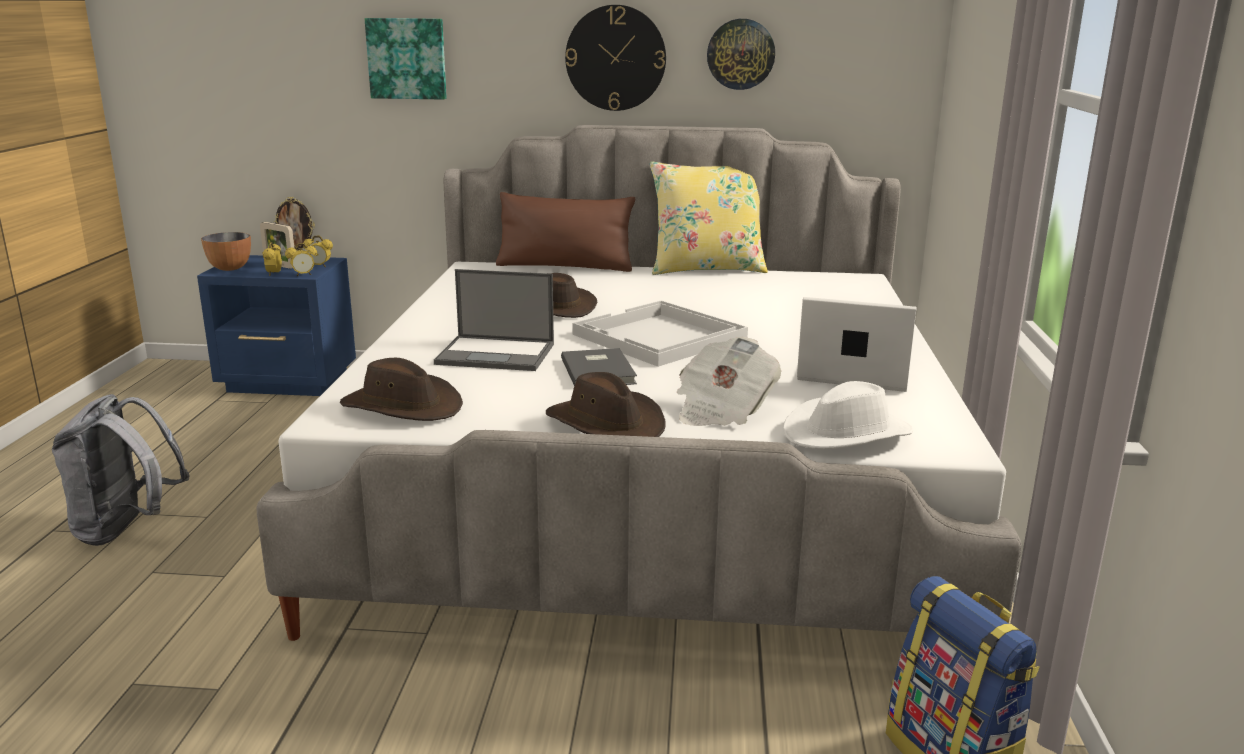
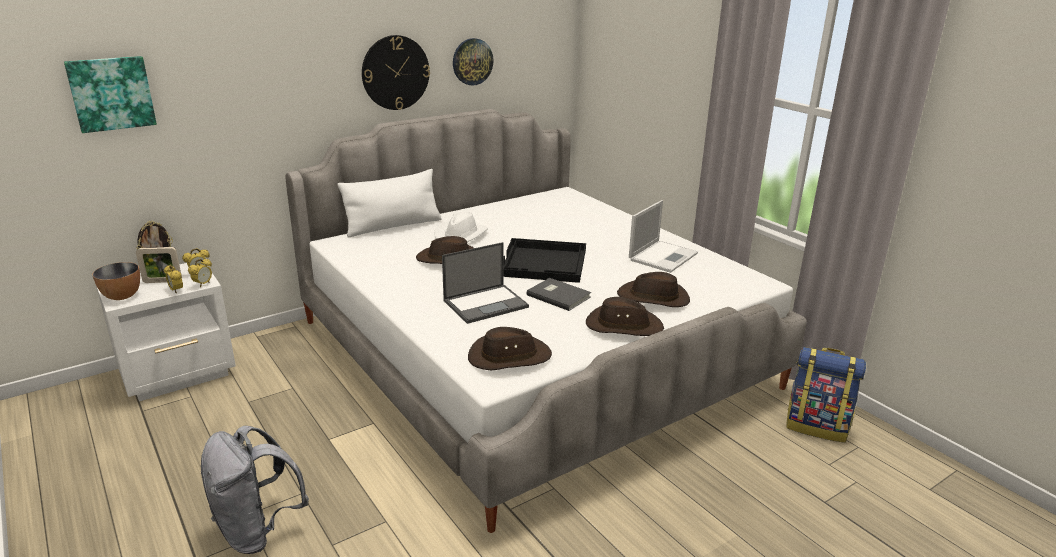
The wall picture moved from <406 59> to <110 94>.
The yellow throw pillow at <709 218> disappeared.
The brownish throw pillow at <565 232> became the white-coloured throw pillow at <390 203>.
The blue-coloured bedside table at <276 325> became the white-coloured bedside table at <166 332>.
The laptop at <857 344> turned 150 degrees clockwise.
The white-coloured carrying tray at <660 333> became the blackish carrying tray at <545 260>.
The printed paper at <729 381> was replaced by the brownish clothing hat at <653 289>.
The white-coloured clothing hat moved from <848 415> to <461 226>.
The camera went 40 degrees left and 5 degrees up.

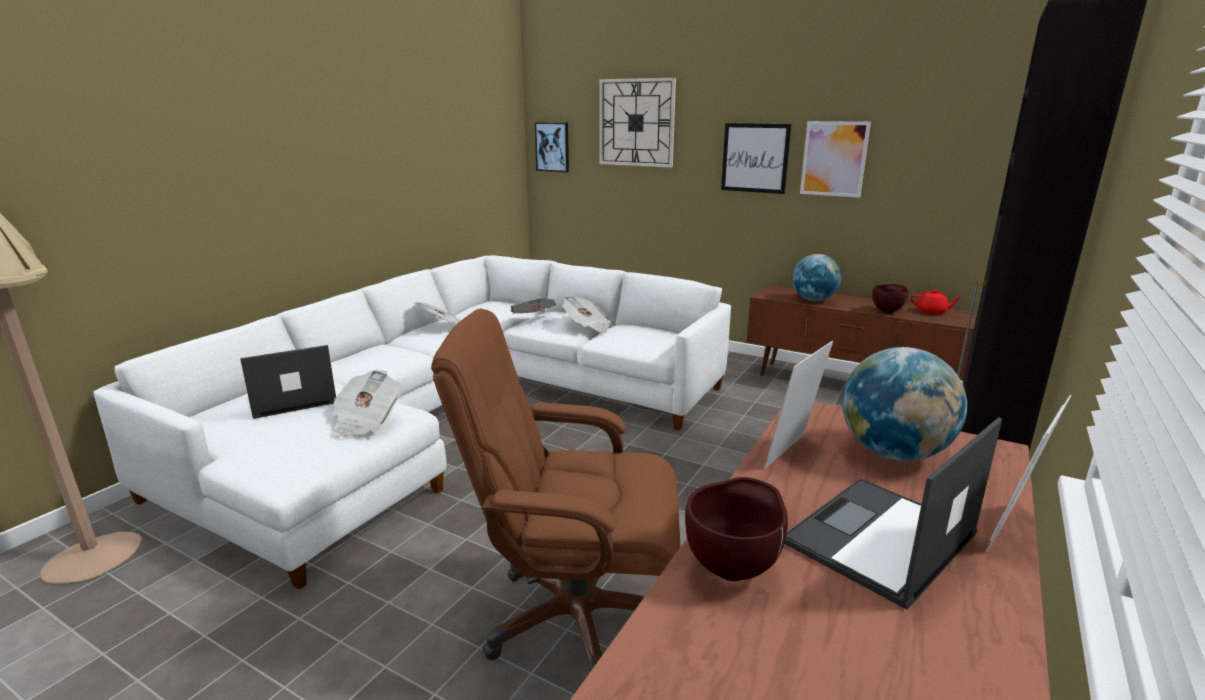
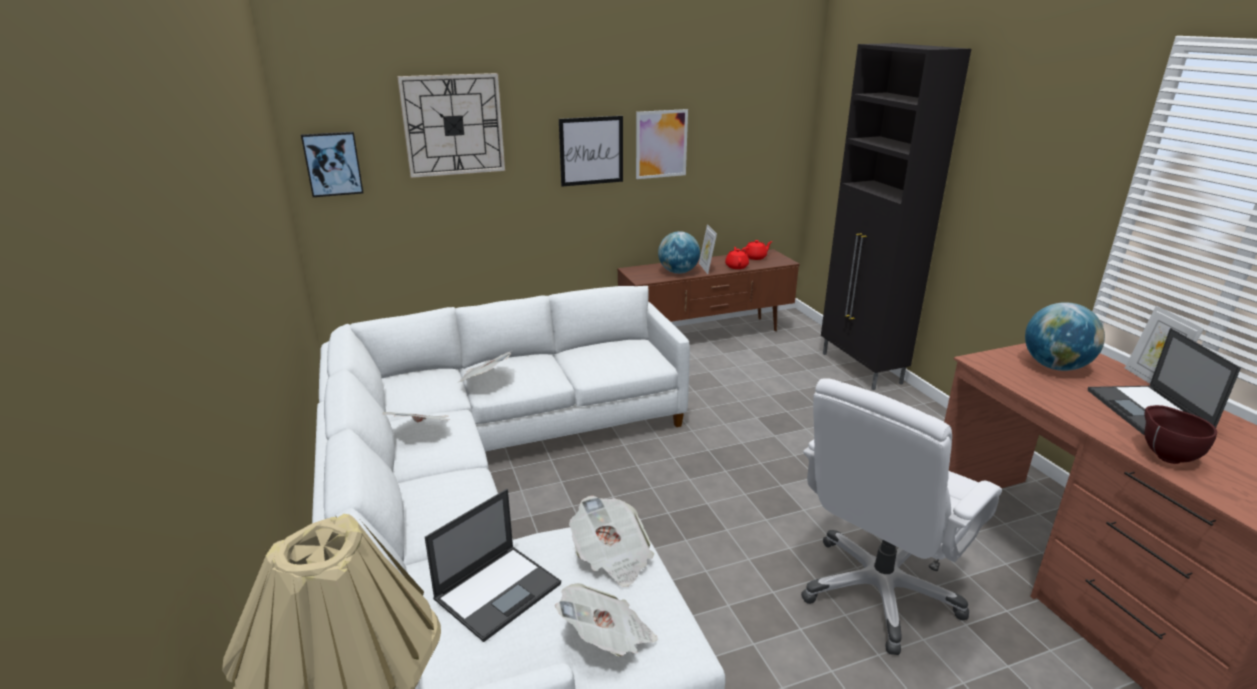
The brownish bowl at <890 299> was replaced by the reddish tea pot at <737 258>.
The printed paper moved from <586 314> to <606 620>.
The brownish desk chair at <555 490> became the white-coloured desk chair at <901 516>.
The standing frame moved from <798 405> to <708 249>.
The laptop at <288 382> turned 150 degrees counterclockwise.
The camera went 50 degrees left and 5 degrees up.

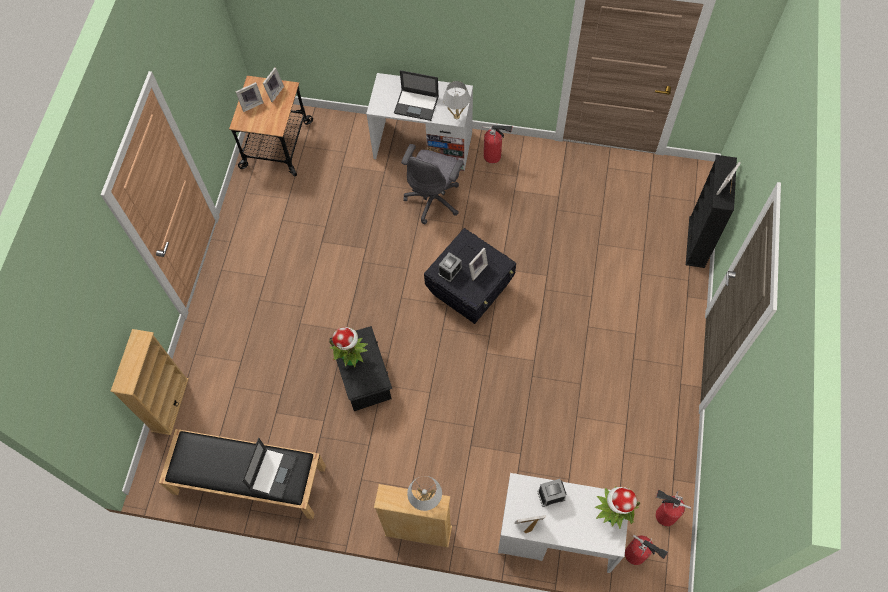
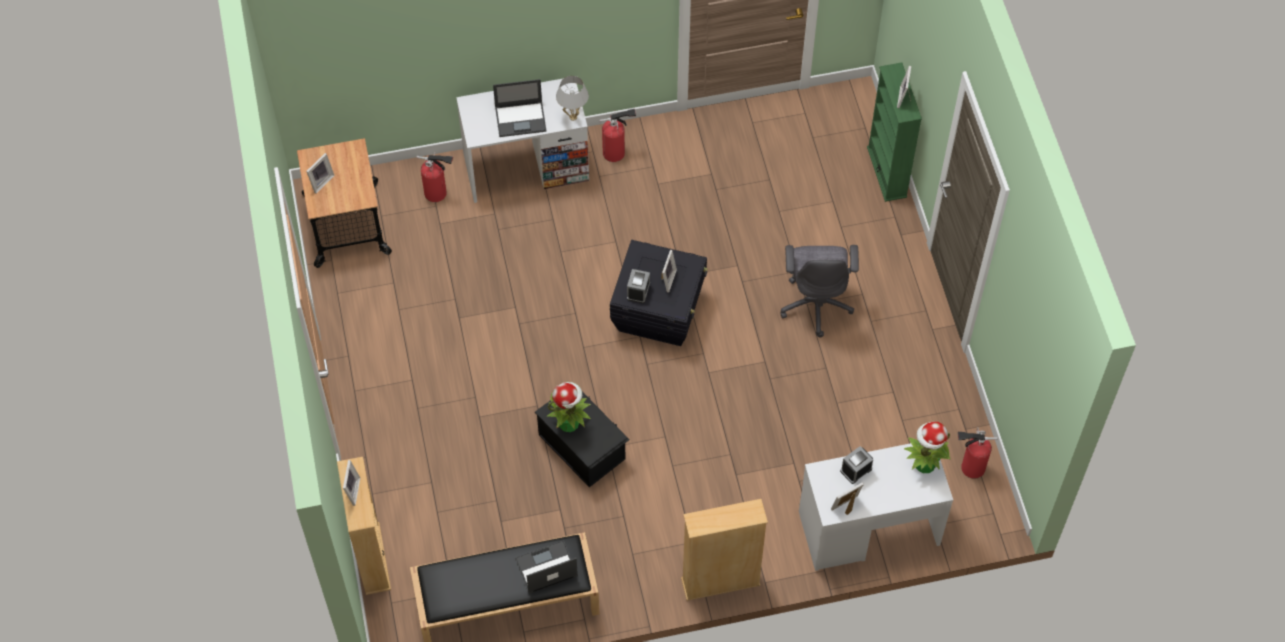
The standing frame moved from <273 85> to <351 483>.
The gray desk chair moved from <432 184> to <819 291>.
The blackish bookshelf at <711 211> became the greenish bookshelf at <894 132>.
The laptop at <269 468> turned 105 degrees counterclockwise.
The white-coloured tabletop lamp at <424 493> disappeared.
The extinguisher moved from <646 550> to <435 177>.
The camera went 25 degrees left and 5 degrees down.

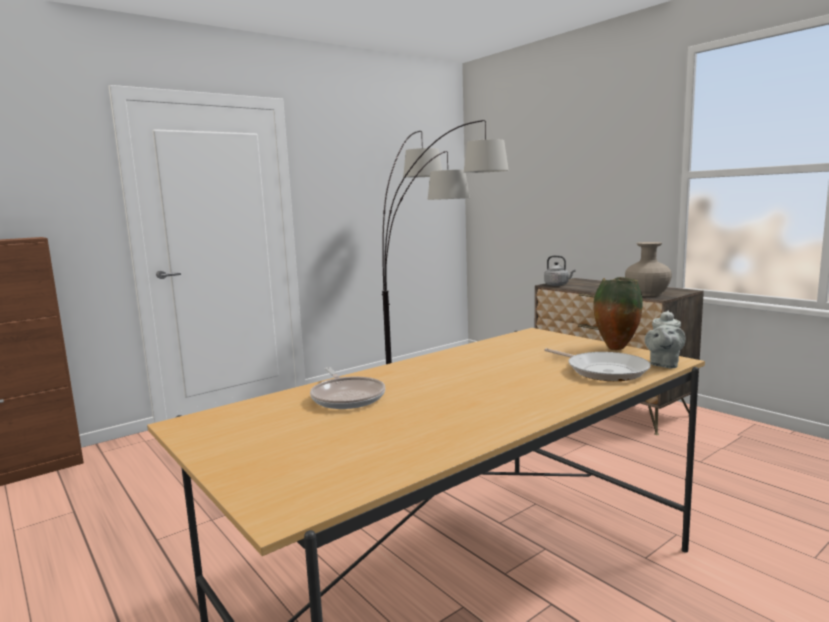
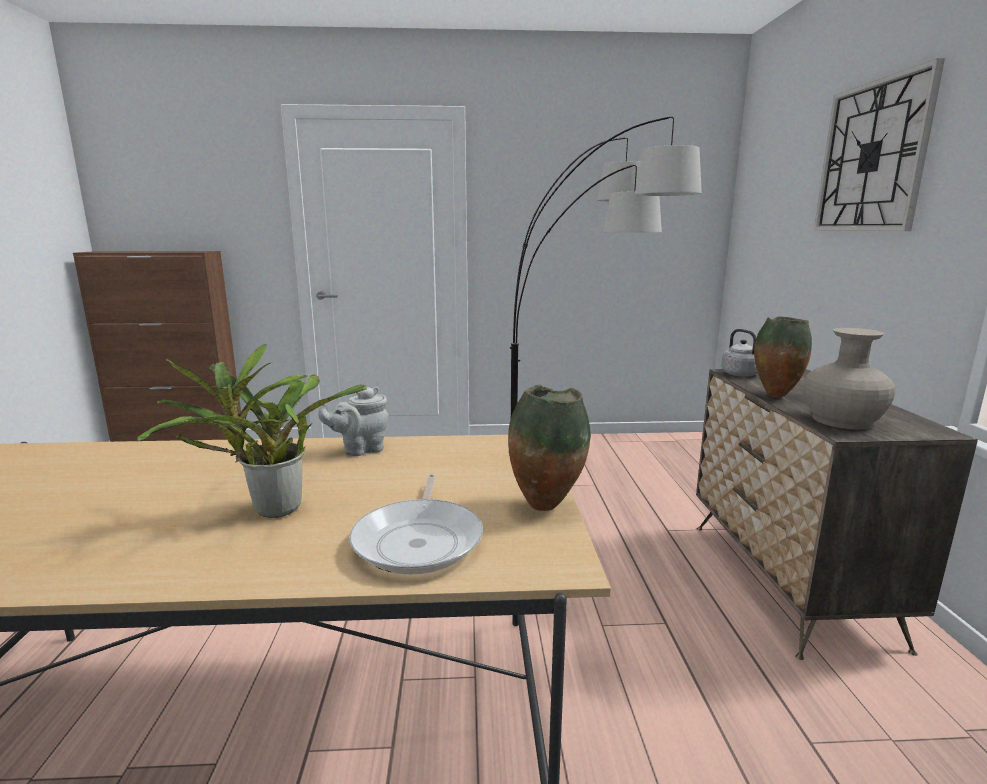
The gray tea pot moved from <665 339> to <353 421>.
The skillet at <347 388> disappeared.
The clock on the wall at <879 144> appeared.
The decorative vase at <783 357> appeared.
The potted plant at <252 430> appeared.
The camera went 35 degrees right and 5 degrees up.

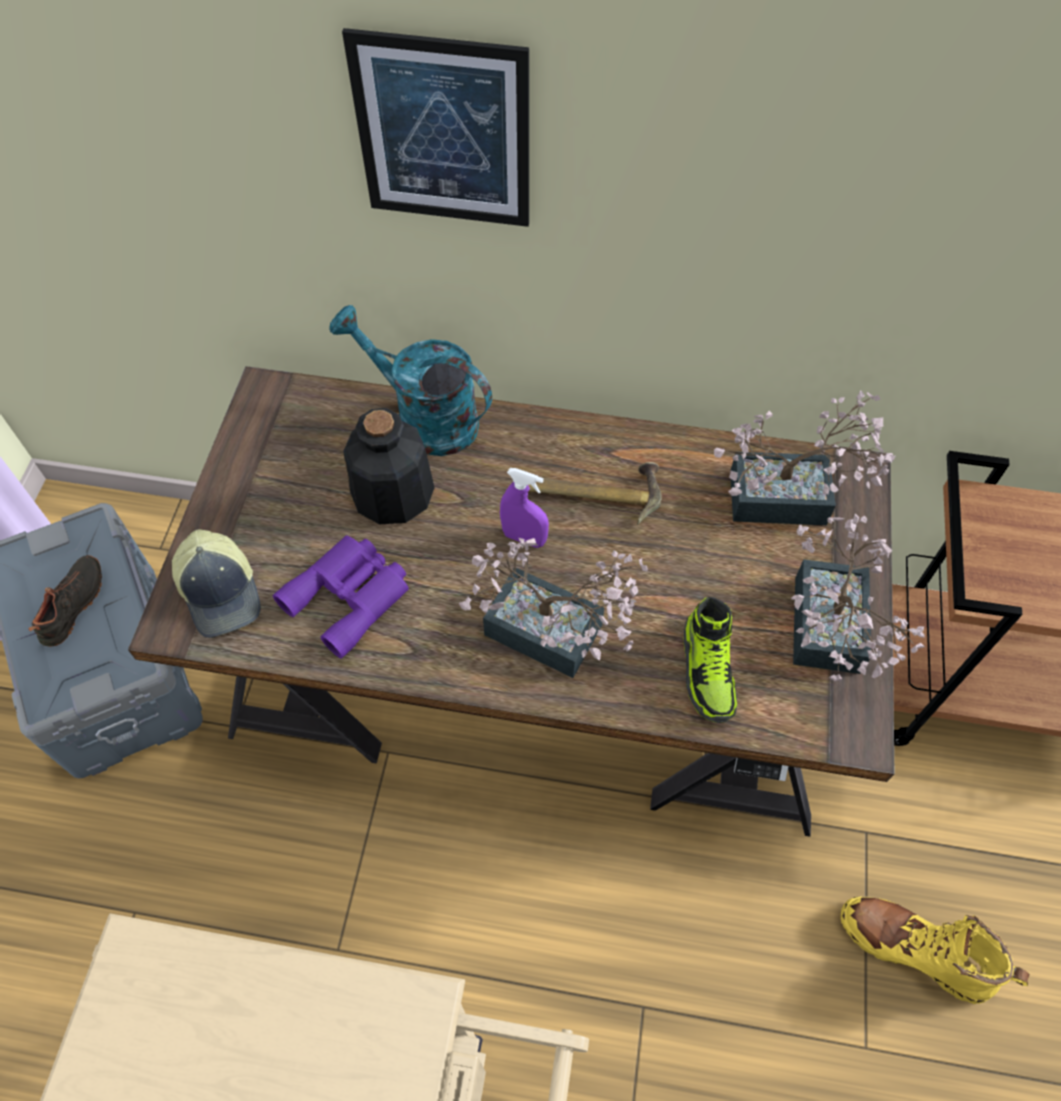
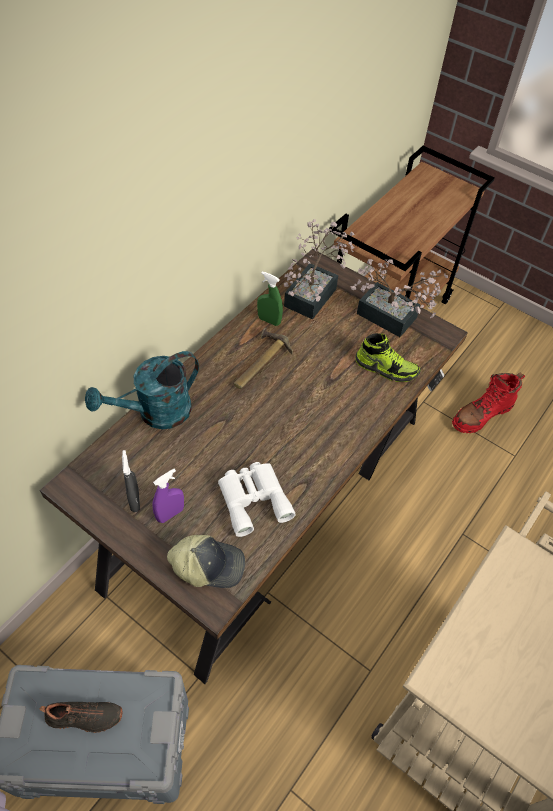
The wall picture at <435 127> disappeared.
The drink bottle at <389 466> disappeared.
The purple-coloured spray bottle moved from <524 508> to <168 495>.
The purple-coloured field glasses at <341 597> became the white-coloured field glasses at <257 499>.
The potted plant at <553 608> disappeared.
The blackish low shoe at <65 601> turned 135 degrees clockwise.
The yellow boot at <935 950> became the reddish boot at <488 403>.
The greenish spray bottle at <270 298> appeared.
The gray spray bottle at <131 481> appeared.
The camera went 65 degrees left and 5 degrees down.

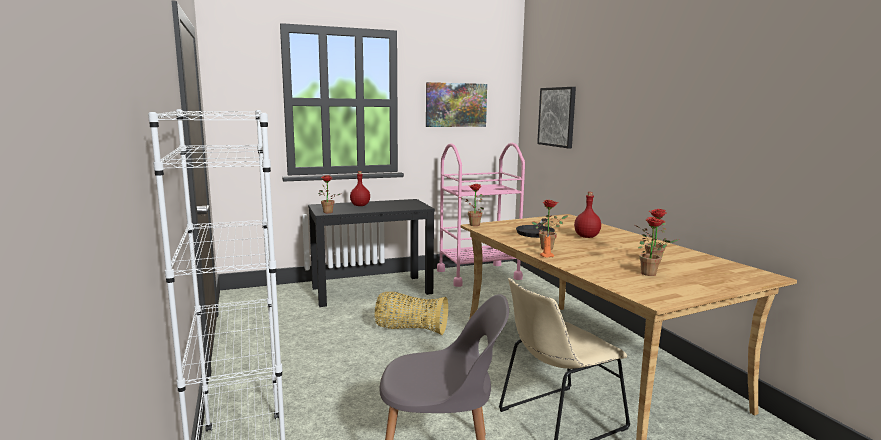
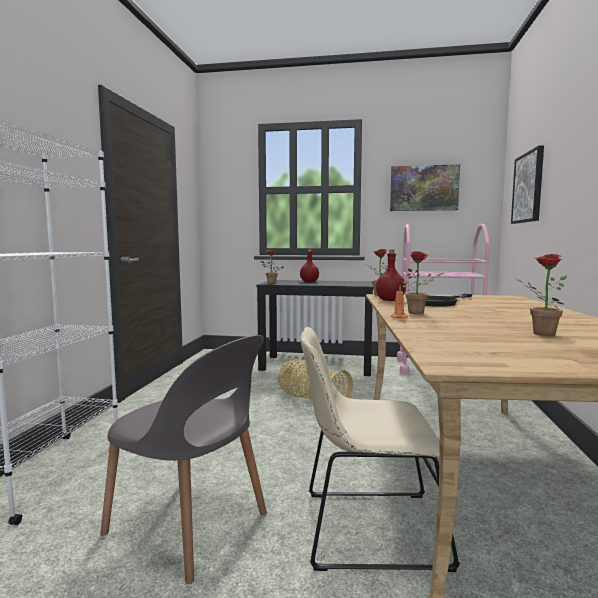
The reddish drink bottle moved from <587 215> to <391 275>.
The potted plant at <658 246> disappeared.
The camera went 30 degrees right and 5 degrees down.

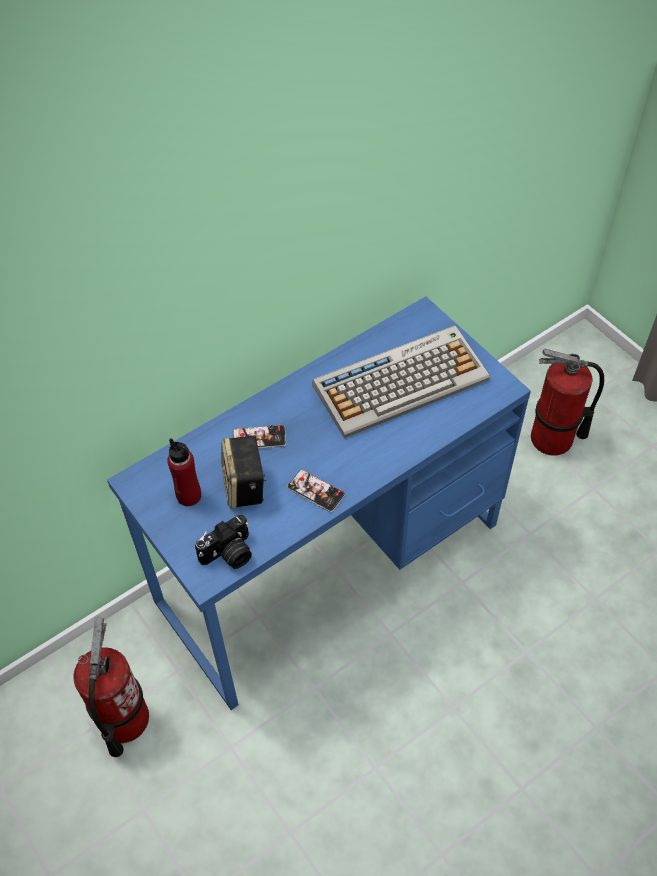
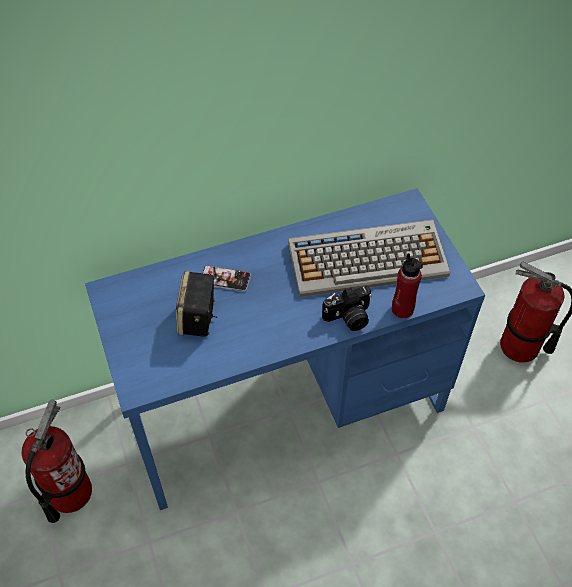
The reddish drink bottle moved from <184 472> to <407 285>.
The telephone at <316 491> disappeared.
The still camera moved from <223 542> to <347 308>.
The camera went 15 degrees right and 0 degrees up.

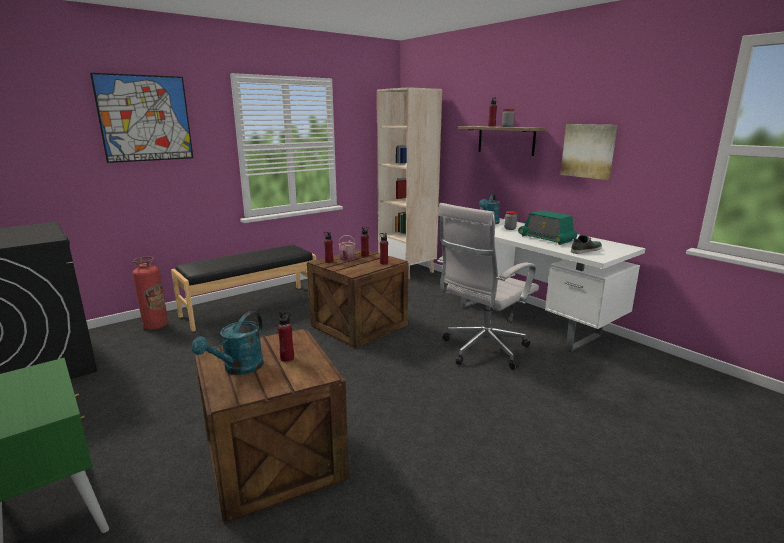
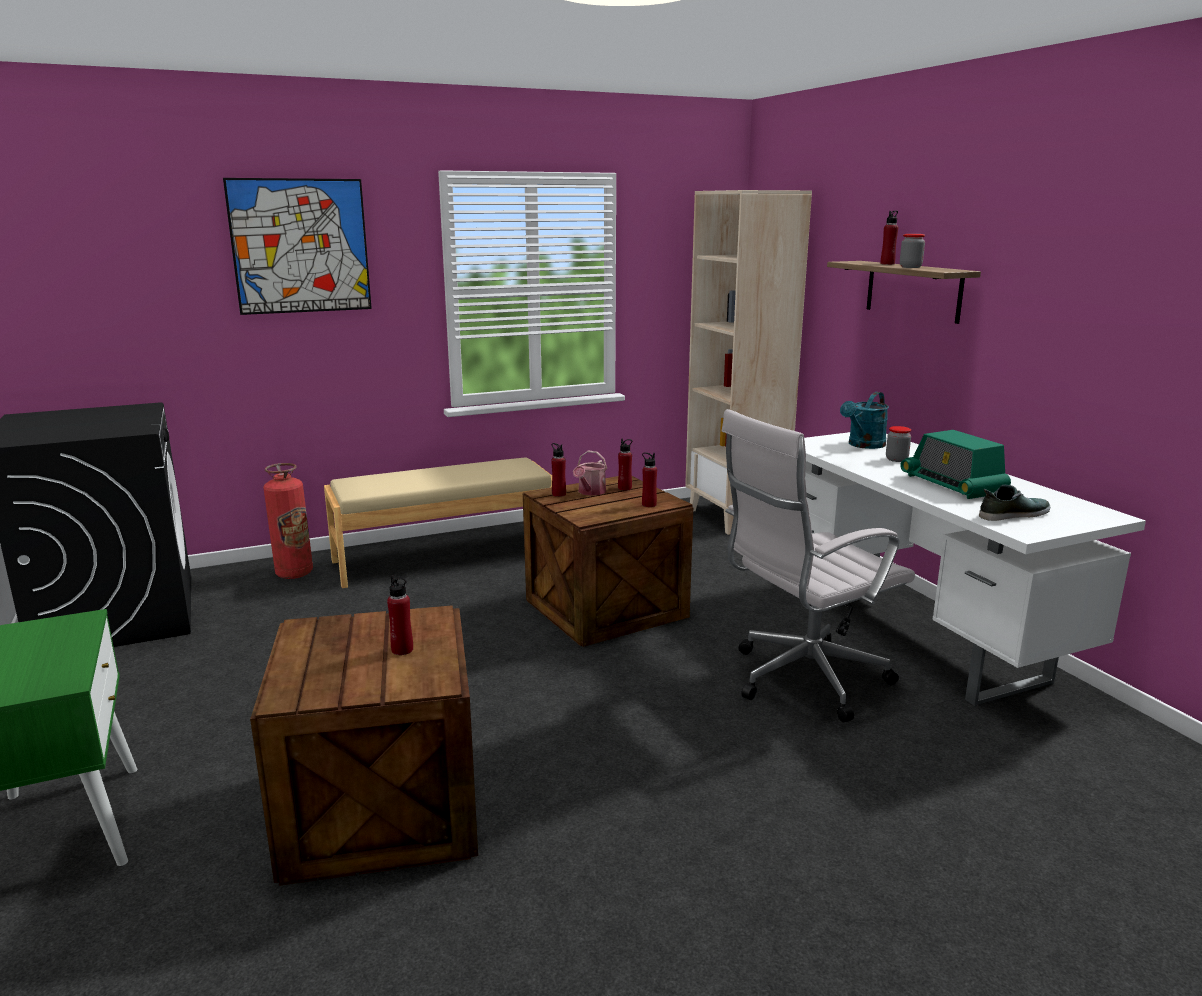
The wall picture at <588 152> disappeared.
The blackish long seat at <243 288> became the sand-coloured long seat at <438 522>.
The turquoise-coloured watering can at <228 343> disappeared.
The camera went 15 degrees right and 0 degrees up.

